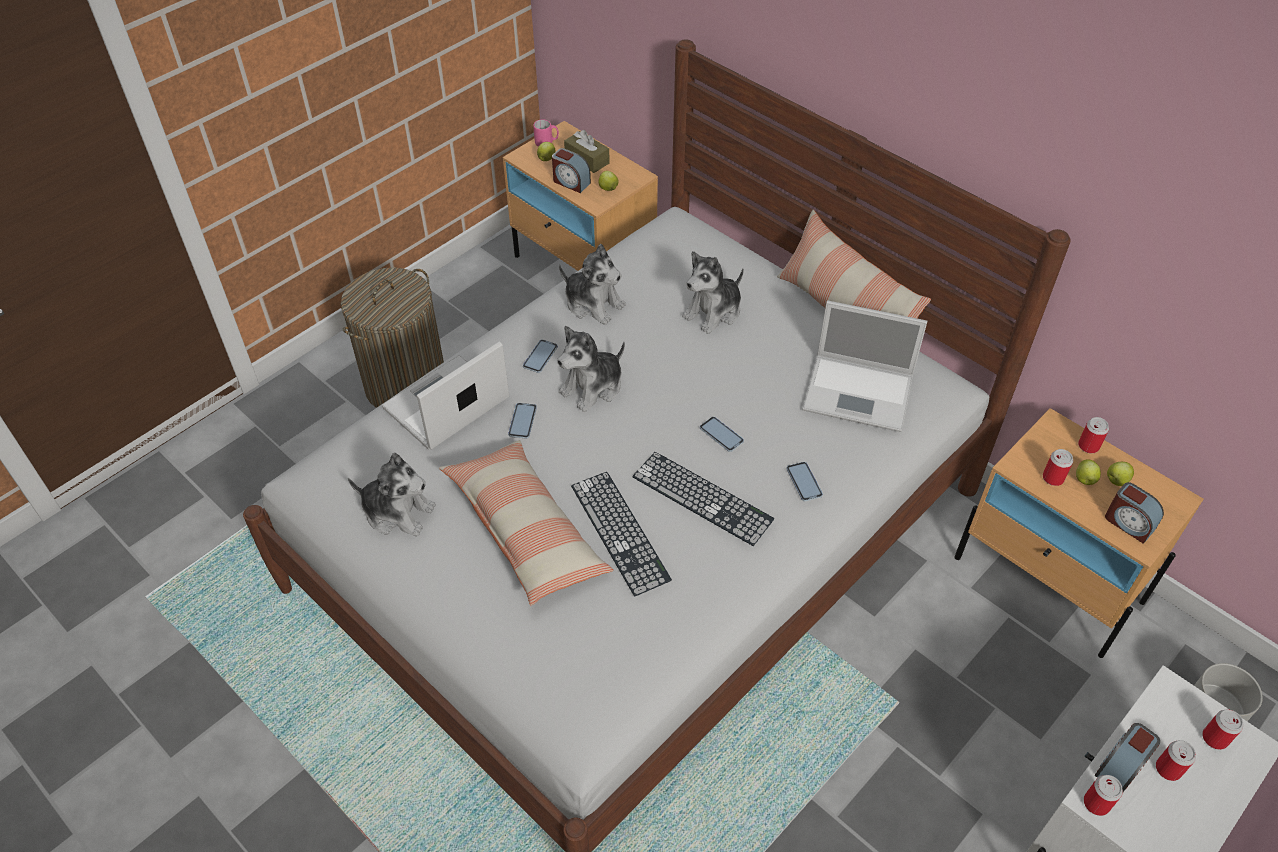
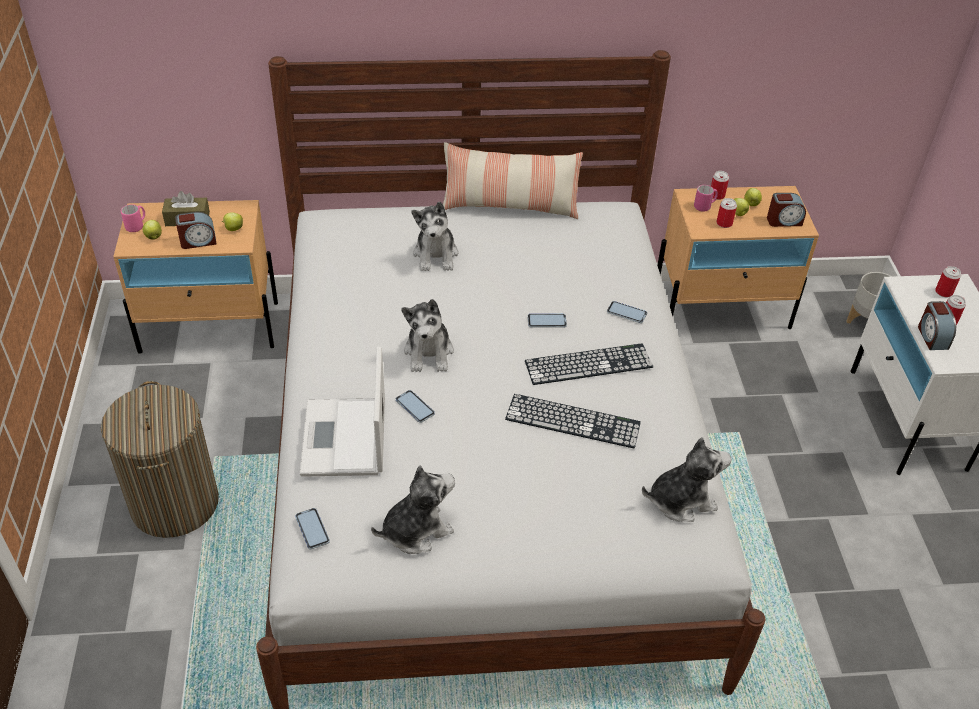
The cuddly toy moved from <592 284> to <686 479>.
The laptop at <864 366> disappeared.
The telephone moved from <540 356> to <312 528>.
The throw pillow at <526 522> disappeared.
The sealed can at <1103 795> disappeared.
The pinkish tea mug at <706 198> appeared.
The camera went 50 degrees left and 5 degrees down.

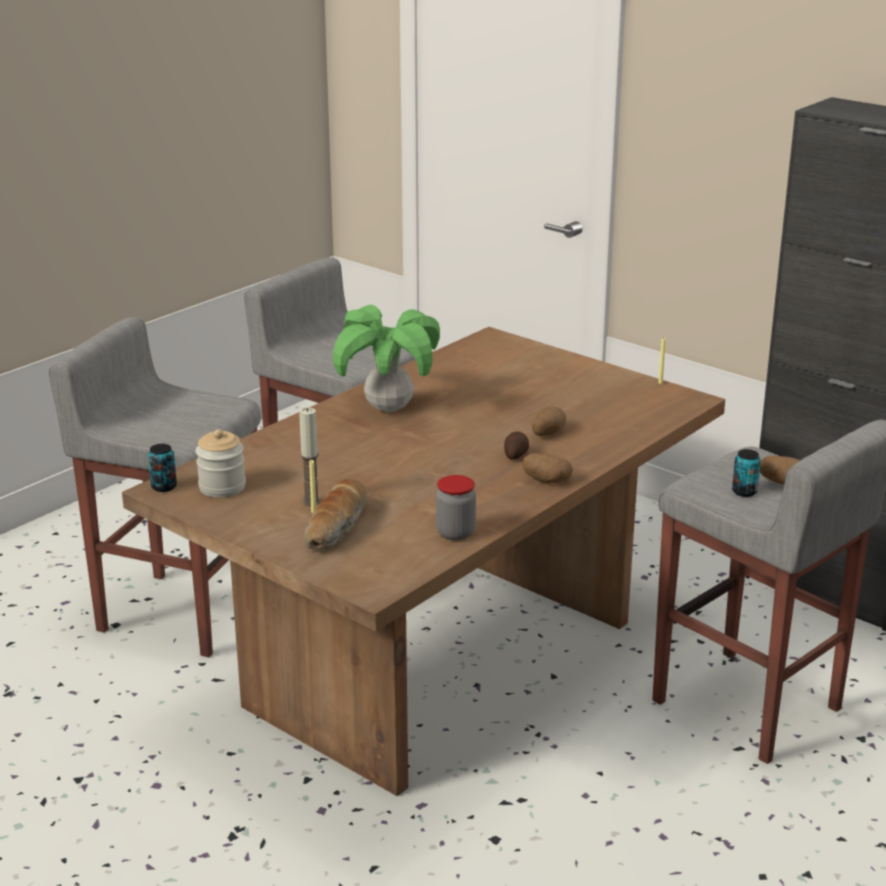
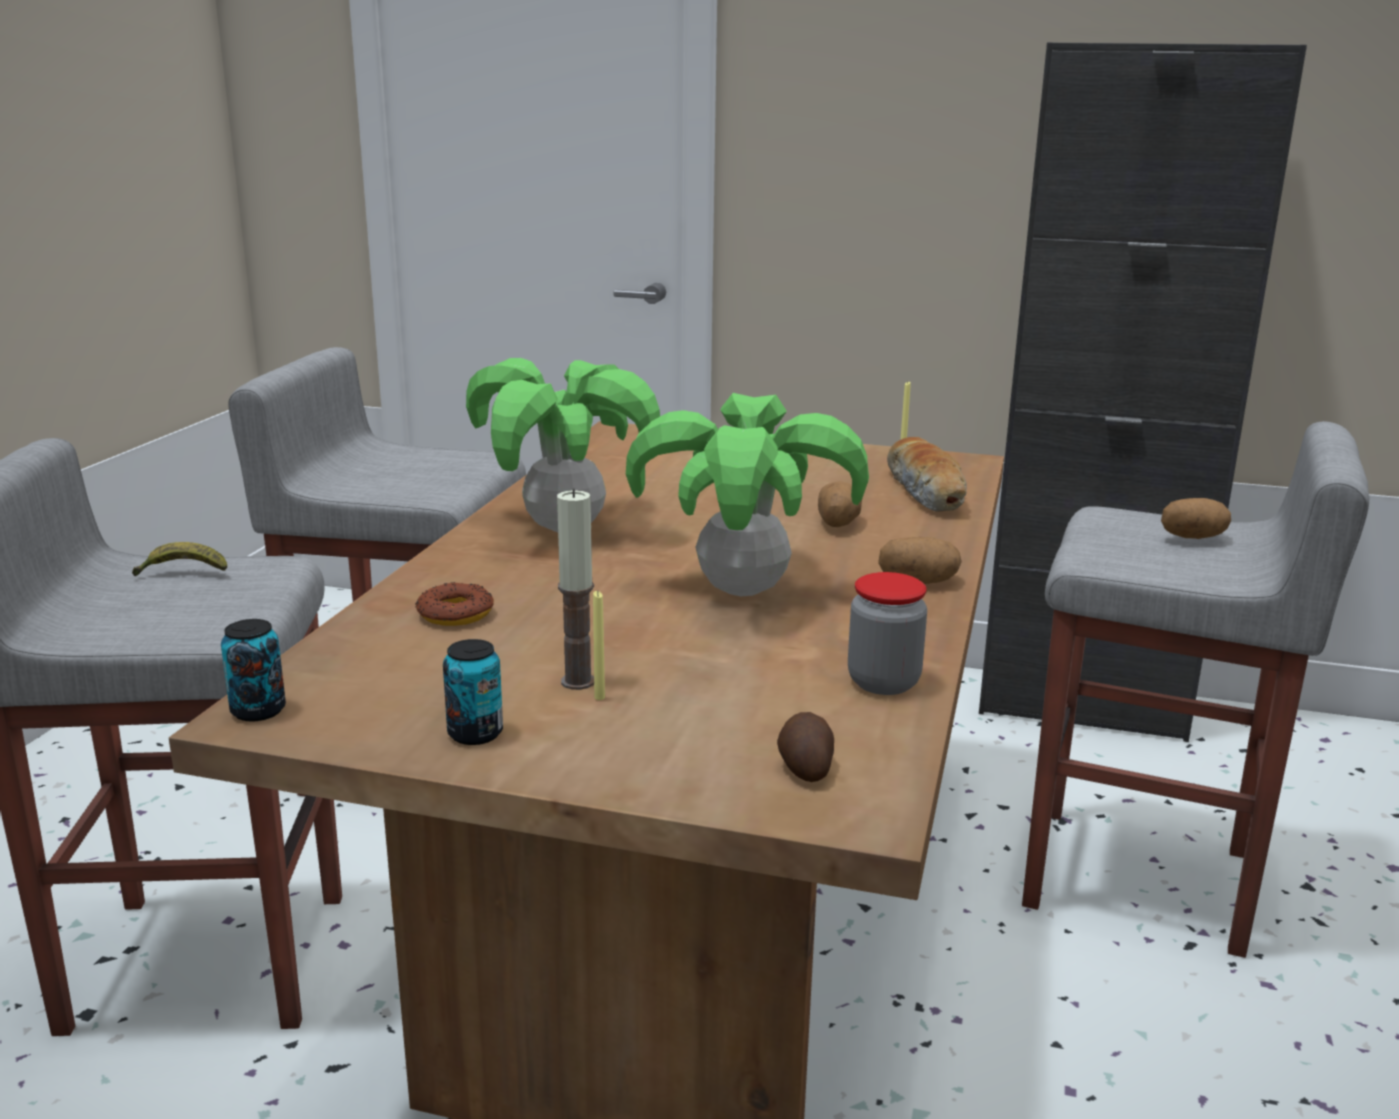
The preserve jar at <221 463> disappeared.
The spud moved from <516 446> to <805 747>.
The sealed can moved from <746 473> to <473 692>.
The bakery bread moved from <336 514> to <927 474>.
The potted plant at <747 494> appeared.
The banana at <179 559> appeared.
The doughnut at <455 604> appeared.
The camera went 25 degrees left and 5 degrees down.

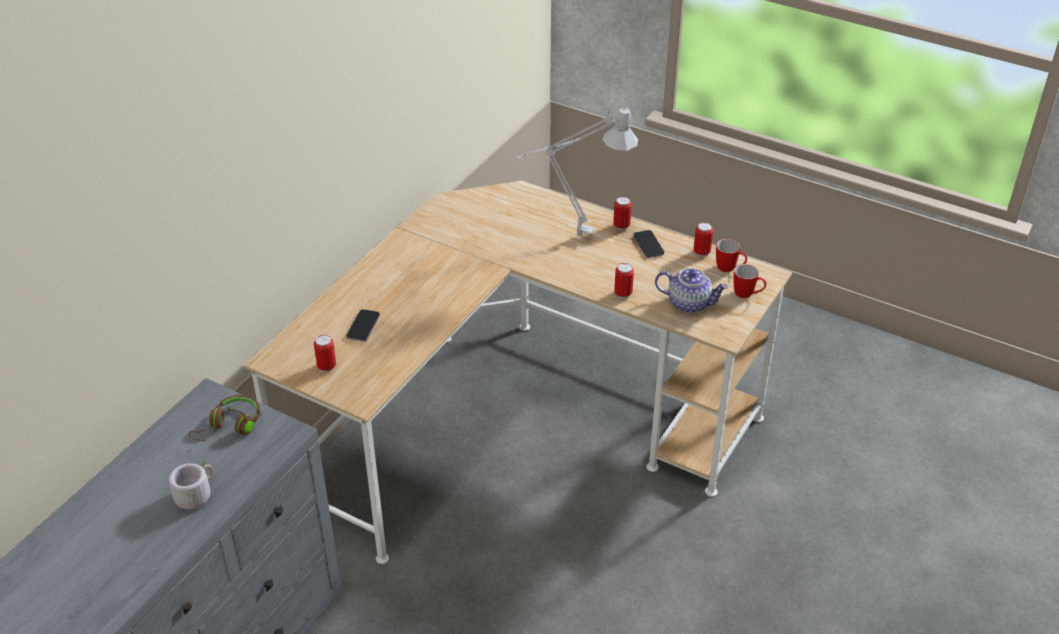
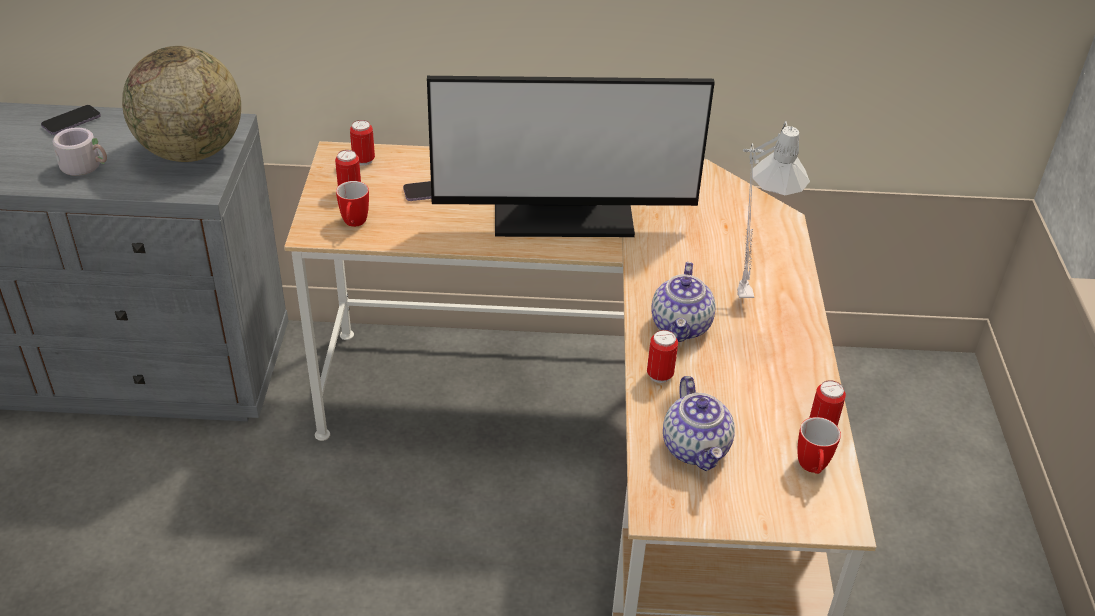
The sealed can moved from <622 213> to <362 143>.
The telephone moved from <648 244> to <71 120>.
The tea mug moved from <750 281> to <352 204>.
The brownish pair of headphones at <224 418> was replaced by the globe at <181 104>.
The computer display at <571 156> appeared.
The tea pot at <683 302> appeared.
The camera went 60 degrees right and 0 degrees up.

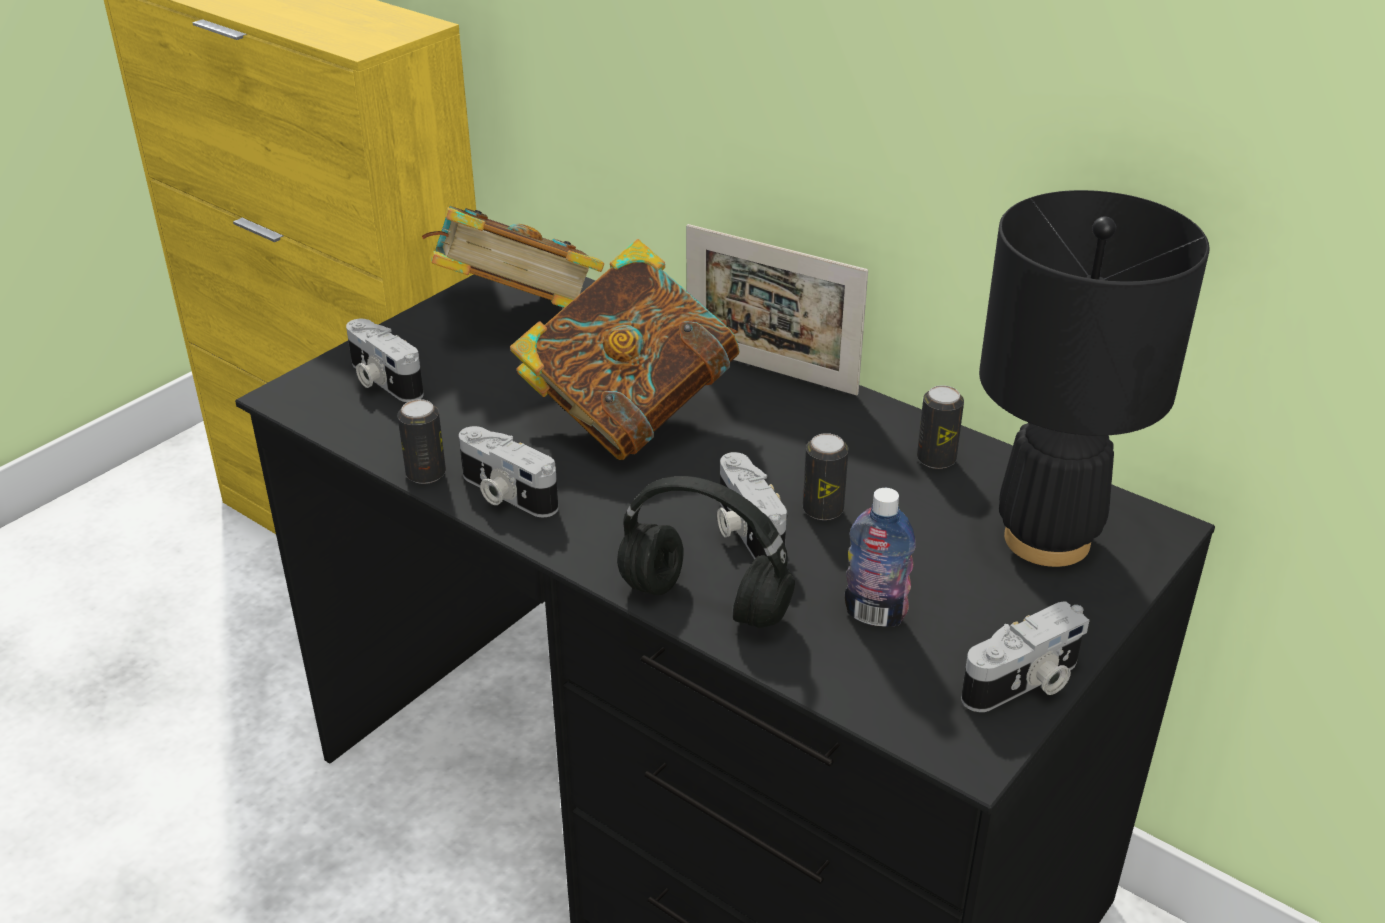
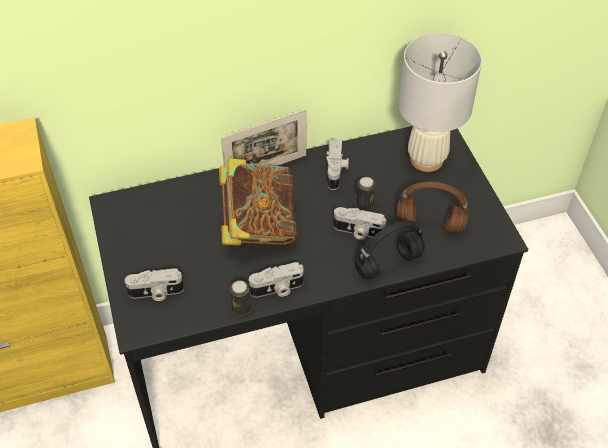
The blackish tabletop lamp at <1094 378> became the white-coloured tabletop lamp at <440 102>.
The volume at <513 257> disappeared.
The sealed can at <940 427> disappeared.
The drink bottle at <880 557> was replaced by the brownish pair of headphones at <433 207>.
The still camera moved from <1025 656> to <337 164>.
The camera went 55 degrees left and 15 degrees up.

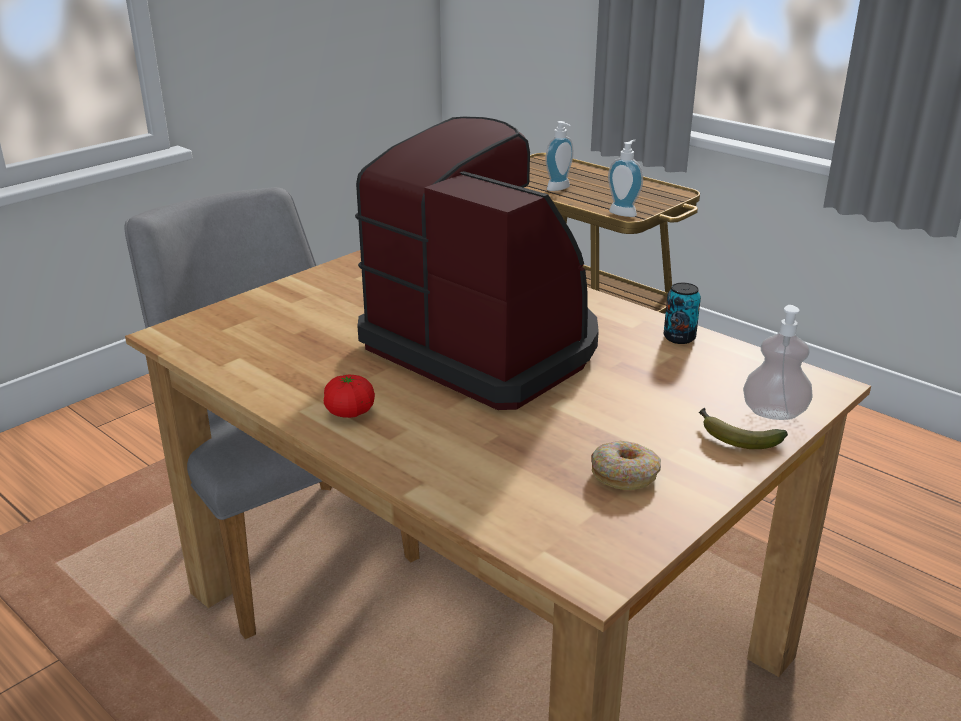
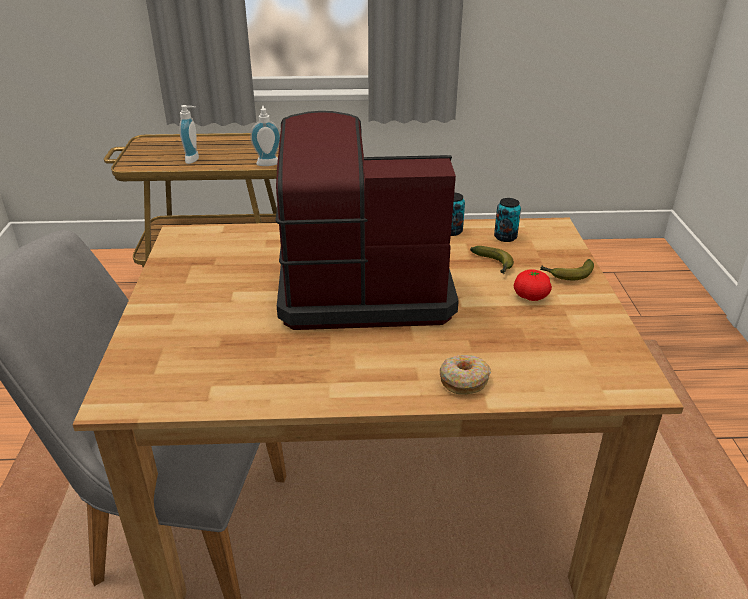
The soap bottle at <778 362> disappeared.
The fresh tomato moved from <349 396> to <533 285>.
The doughnut moved from <626 465> to <465 375>.
The sealed can at <507 220> appeared.
The banana at <492 260> appeared.
The camera went 45 degrees left and 5 degrees up.

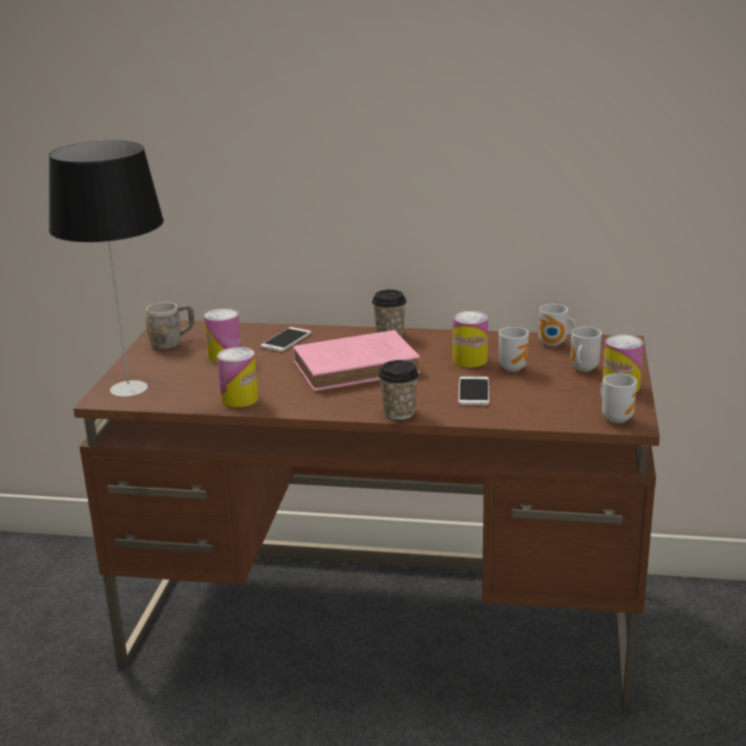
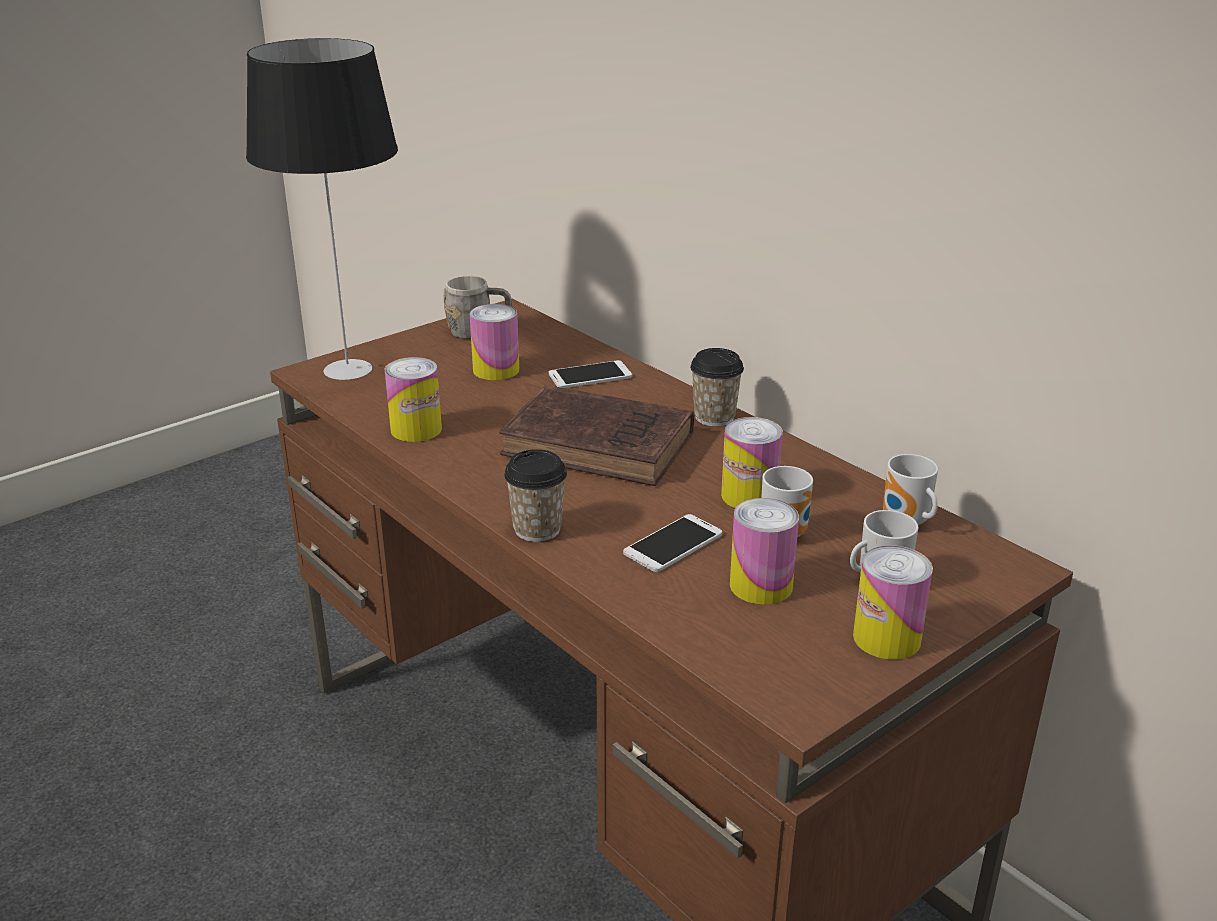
The pinkish volume at <356 360> became the brownish volume at <596 435>.
The tea mug at <618 398> disappeared.
The sealed can at <764 551> appeared.
The camera went 40 degrees right and 5 degrees up.

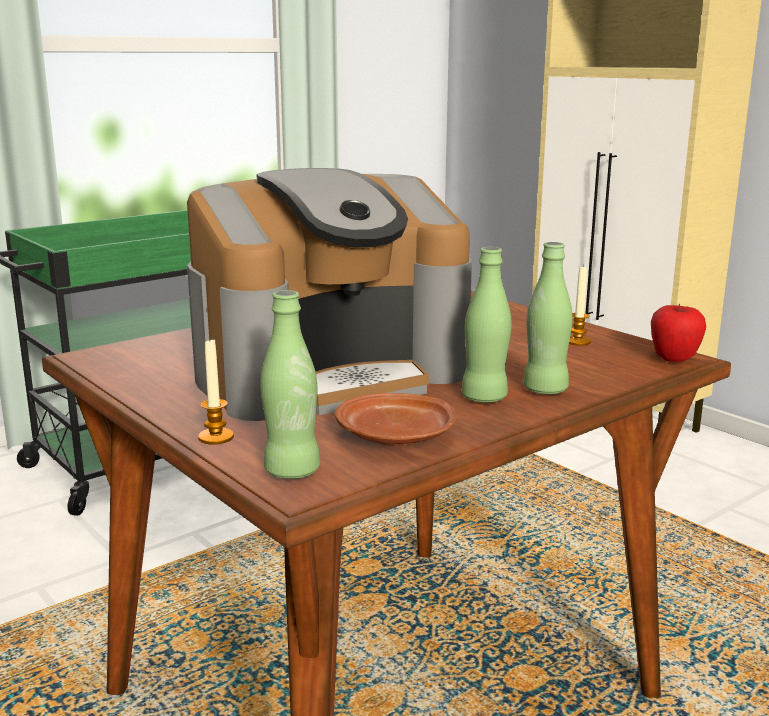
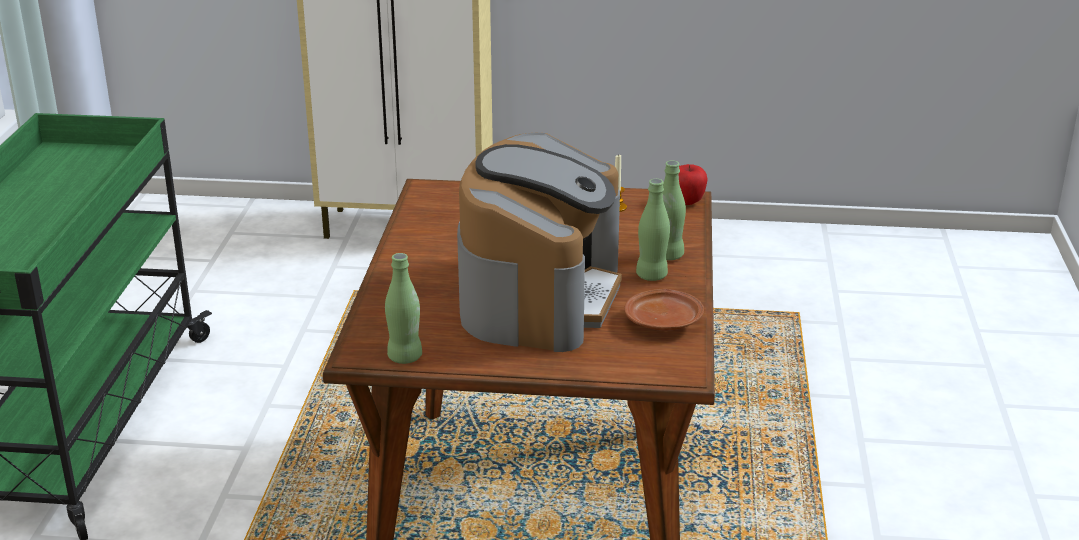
The greenish drink bottle moved from <290 384> to <403 308>.
The candle at <216 391> disappeared.
The camera went 45 degrees left and 10 degrees up.

